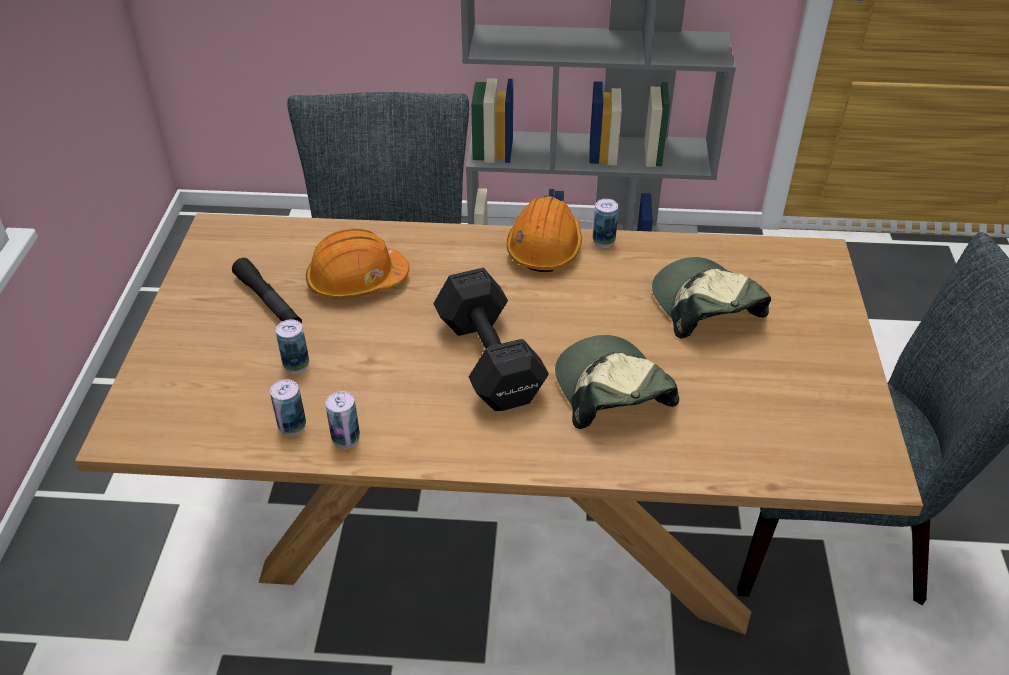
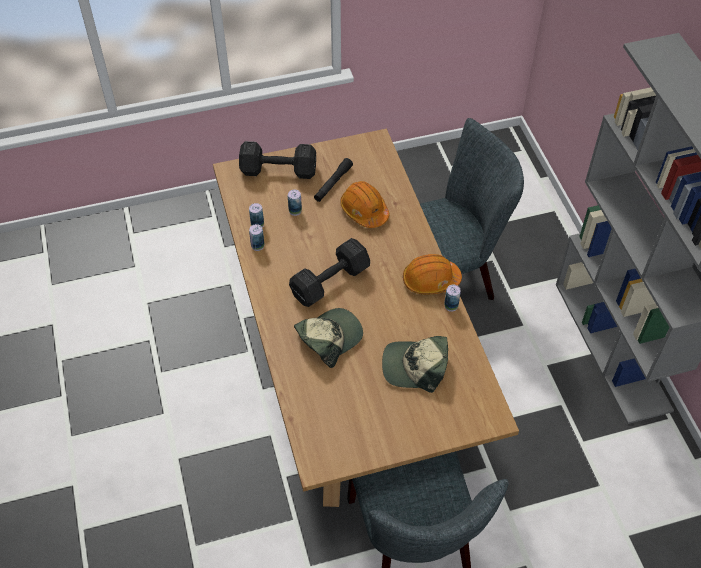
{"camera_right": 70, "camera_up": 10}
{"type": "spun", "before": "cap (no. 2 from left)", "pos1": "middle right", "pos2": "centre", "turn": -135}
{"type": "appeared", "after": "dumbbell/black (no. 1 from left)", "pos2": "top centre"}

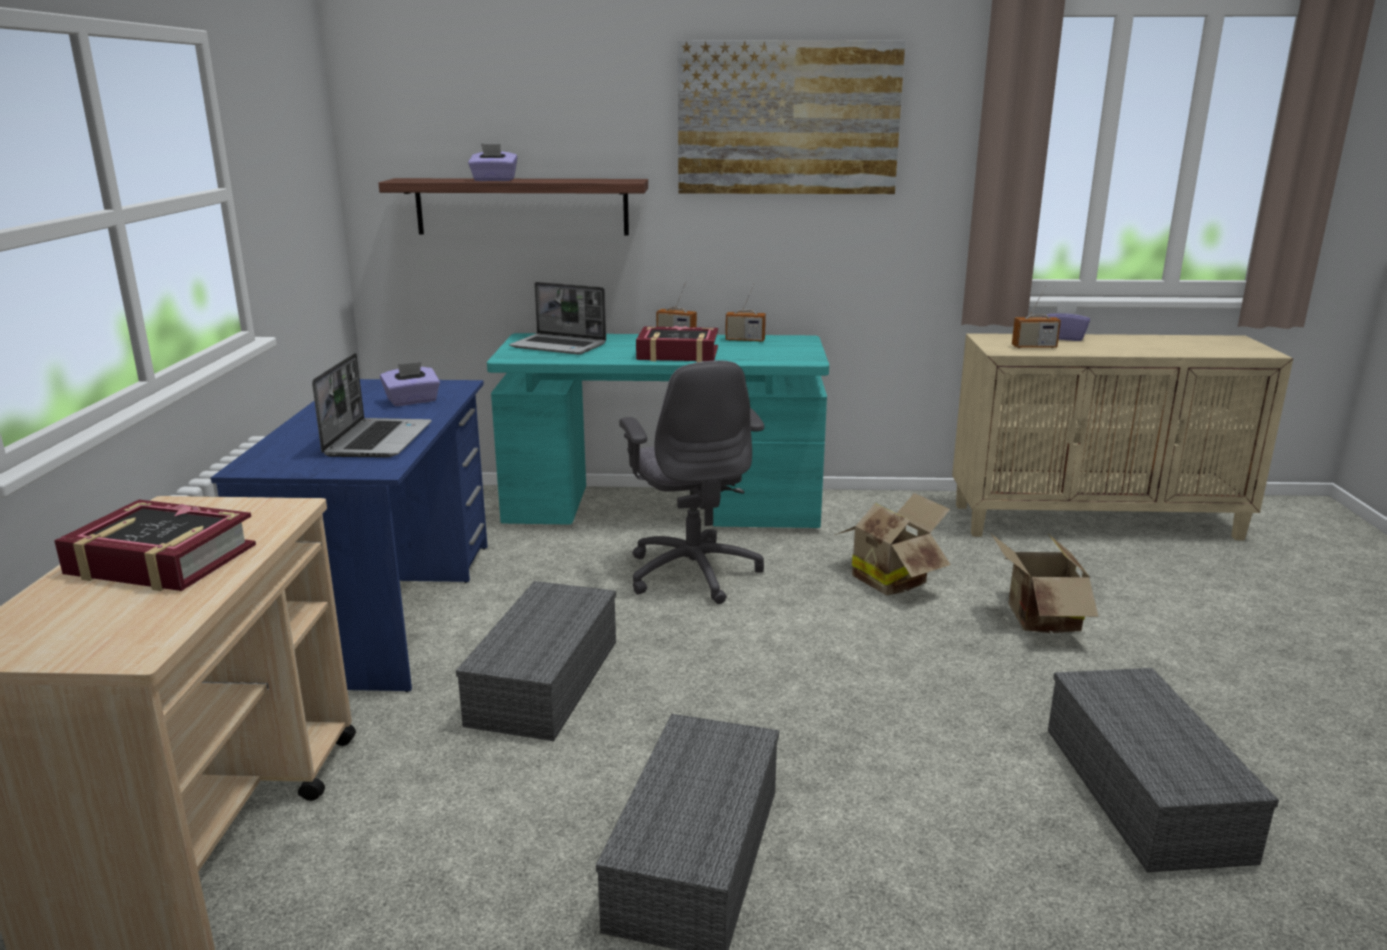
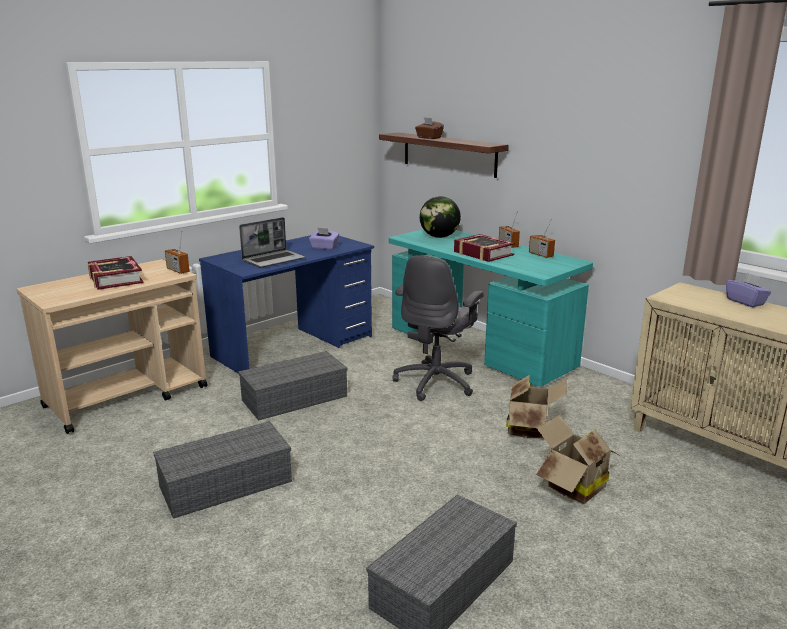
{"camera_right": 45, "camera_up": 0}
{"type": "missing", "before": "picture", "pos1": "top centre"}
{"type": "colour", "before": "tissue box/purple (no. 2 from left)", "after": "tissue box/brown", "pos1": "top centre", "pos2": "top centre"}
{"type": "exchanged", "before": "laptop (no. 2 from left)", "after": "globe", "pos1": "centre", "pos2": "centre"}
{"type": "relocated", "before": "radio (no. 3 from left in the first image)", "after": "radio (no. 1 from left)", "pos1": "top right", "pos2": "middle left"}

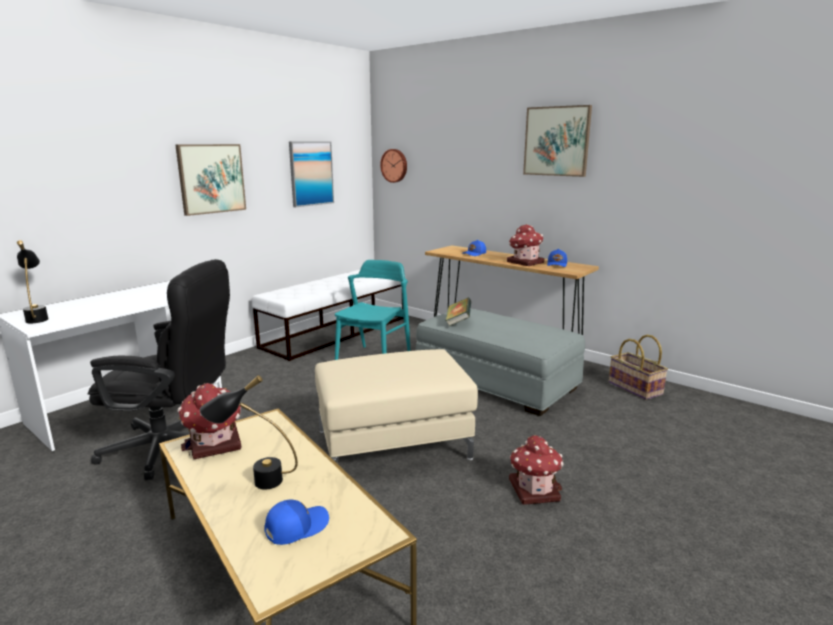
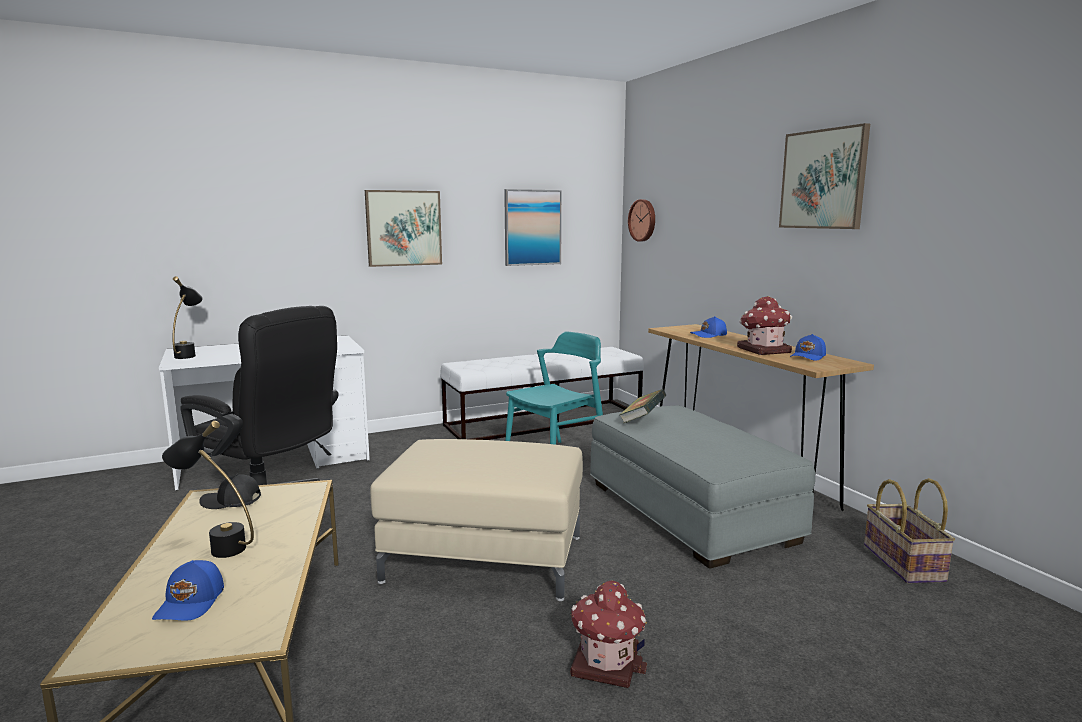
{"camera_right": 25, "camera_up": -5}
{"type": "exchanged", "before": "toy house (no. 1 from left)", "after": "cap/black", "pos1": "bottom left", "pos2": "bottom left"}
{"type": "spun", "before": "cap/blue (no. 1 from left)", "pos1": "bottom centre", "pos2": "bottom left", "turn": 105}

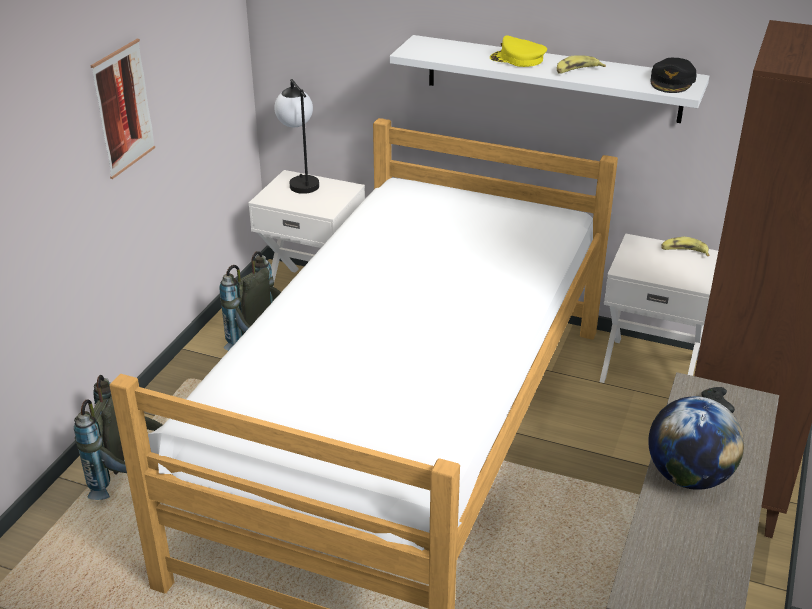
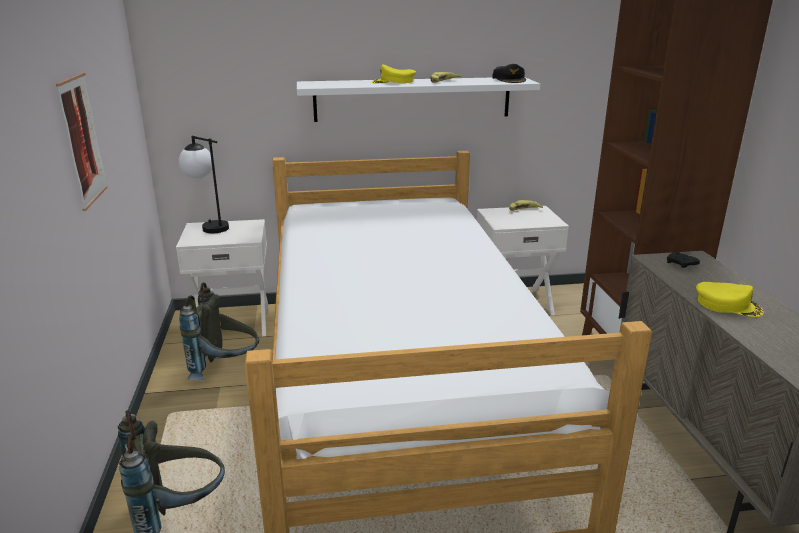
{"camera_right": -30, "camera_up": -10}
{"type": "exchanged", "before": "globe", "after": "cap/yellow (no. 2 from left)", "pos1": "bottom right", "pos2": "middle right"}

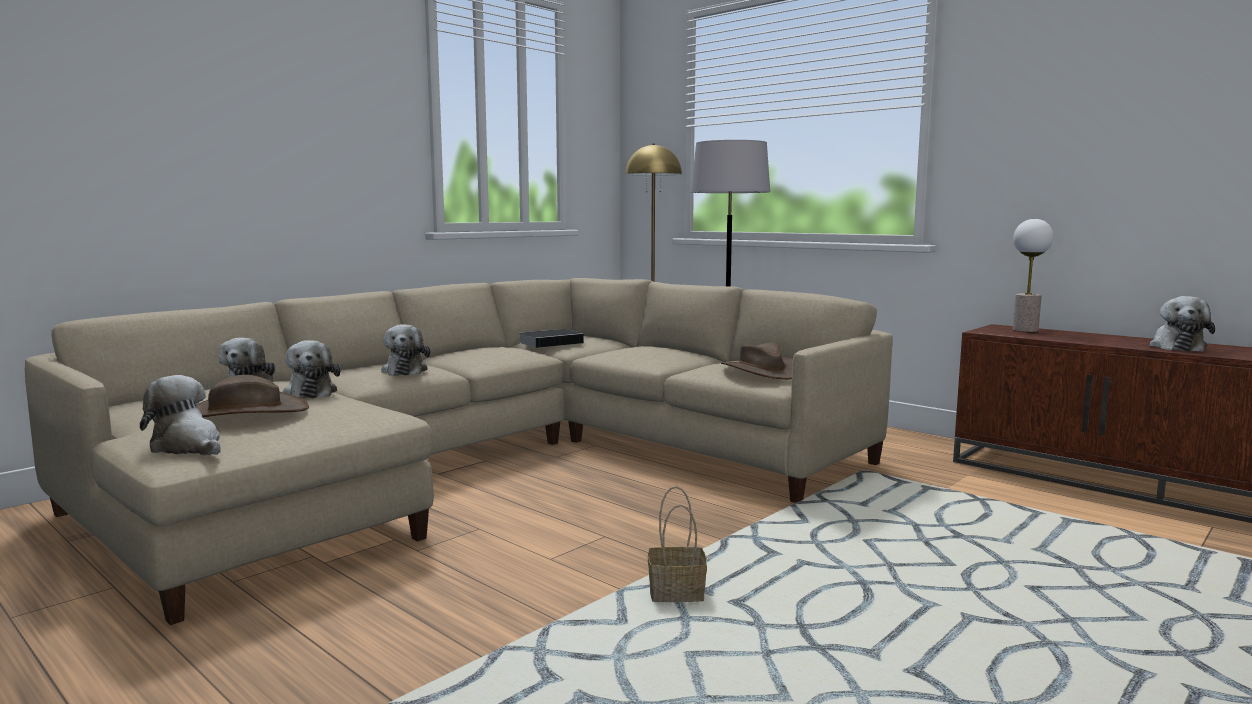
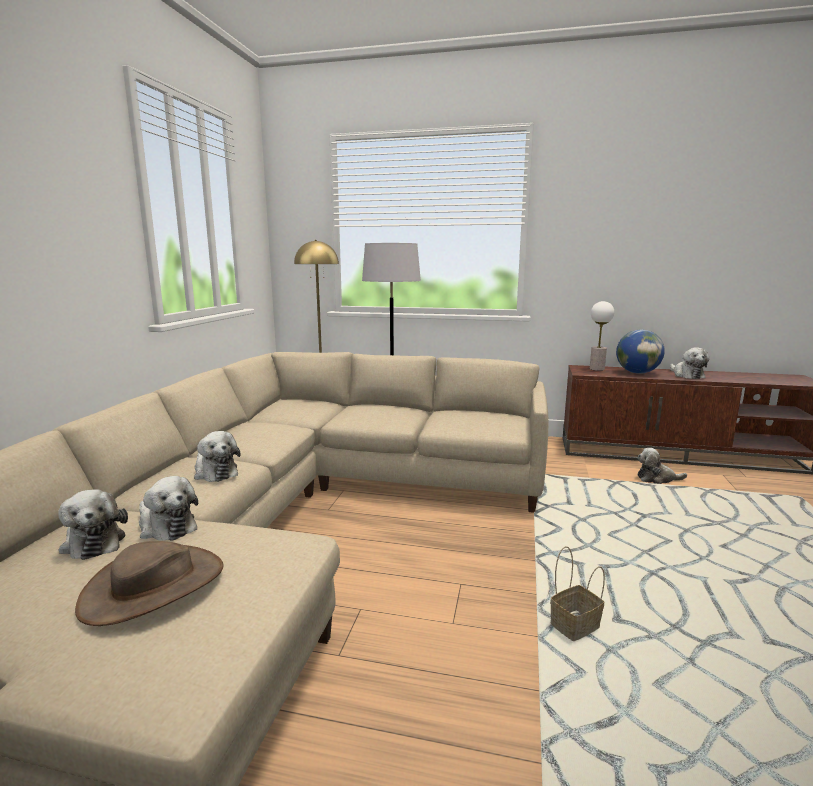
{"camera_right": -30, "camera_up": 5}
{"type": "missing", "before": "book", "pos1": "centre"}
{"type": "missing", "before": "hat/brown (no. 2 from left)", "pos1": "centre"}
{"type": "relocated", "before": "plush toy (no. 1 from left in the first image)", "after": "plush toy (no. 4 from left)", "pos1": "middle left", "pos2": "middle right"}
{"type": "appeared", "after": "globe", "pos2": "middle right"}

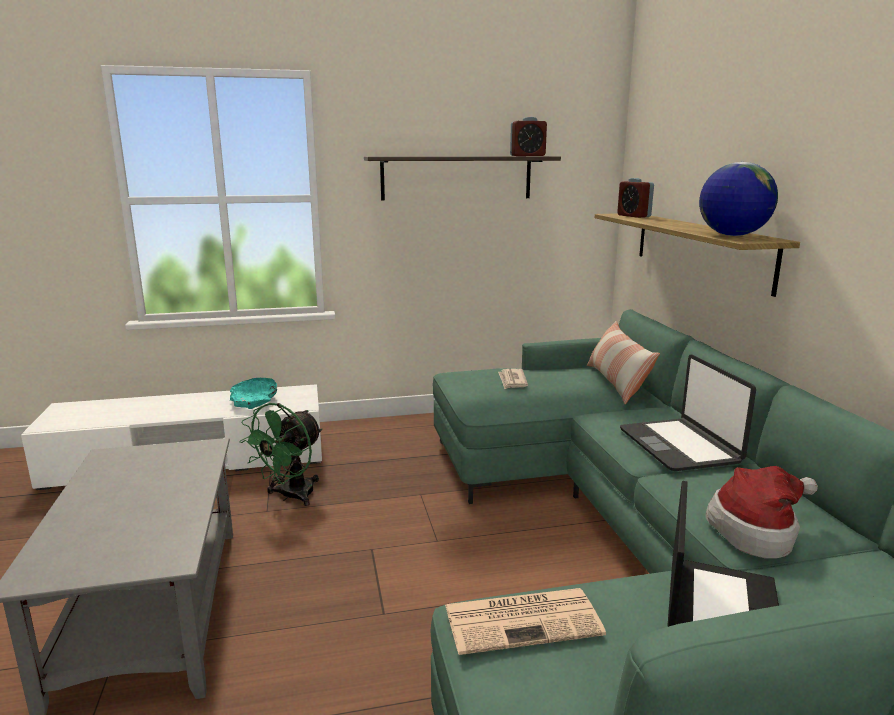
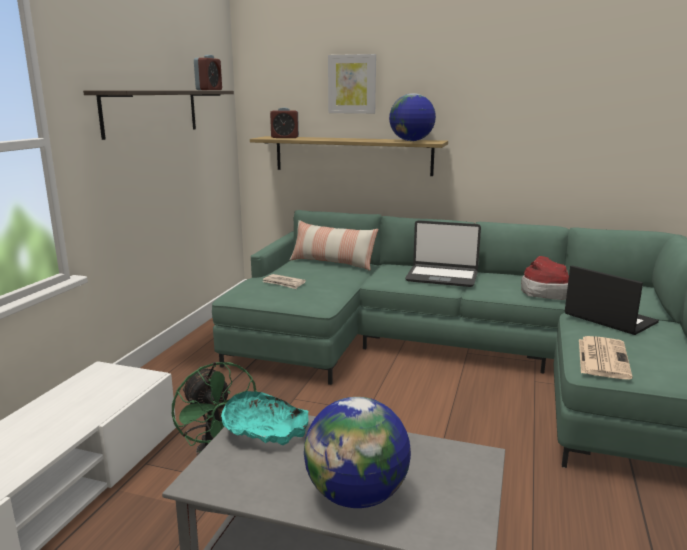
{"camera_right": -60, "camera_up": 0}
{"type": "relocated", "before": "bowl/turquoise", "pos1": "middle left", "pos2": "bottom centre"}
{"type": "appeared", "after": "picture", "pos2": "top centre"}
{"type": "appeared", "after": "globe (no. 1 from left)", "pos2": "bottom centre"}

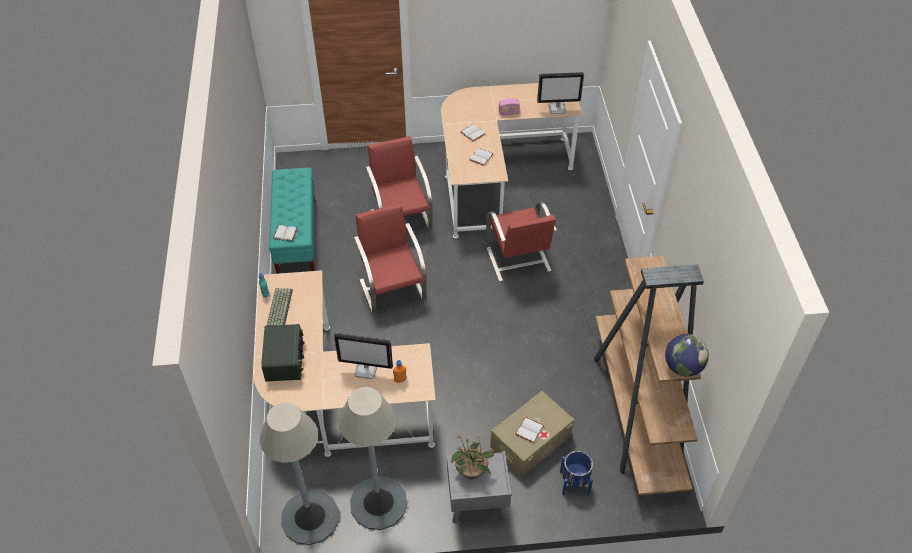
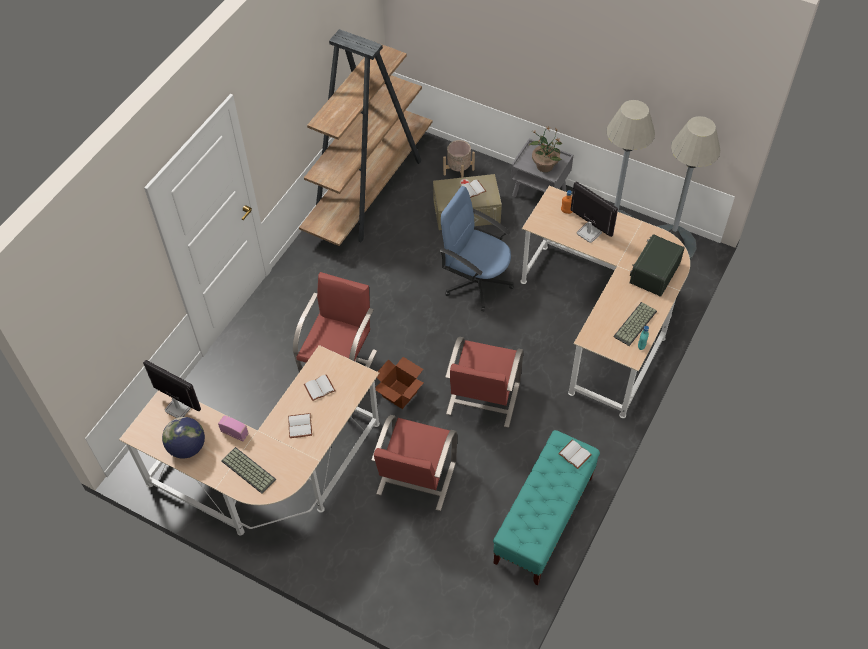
{"camera_right": -145, "camera_up": 5}
{"type": "relocated", "before": "globe", "pos1": "middle right", "pos2": "bottom left"}
{"type": "colour", "before": "planter/blue", "after": "planter/beige", "pos1": "bottom centre", "pos2": "top centre"}
{"type": "appeared", "after": "office chair/blue", "pos2": "centre"}
{"type": "appeared", "after": "cardboard box", "pos2": "centre"}
{"type": "appeared", "after": "keyboard (no. 1 from left)", "pos2": "bottom left"}

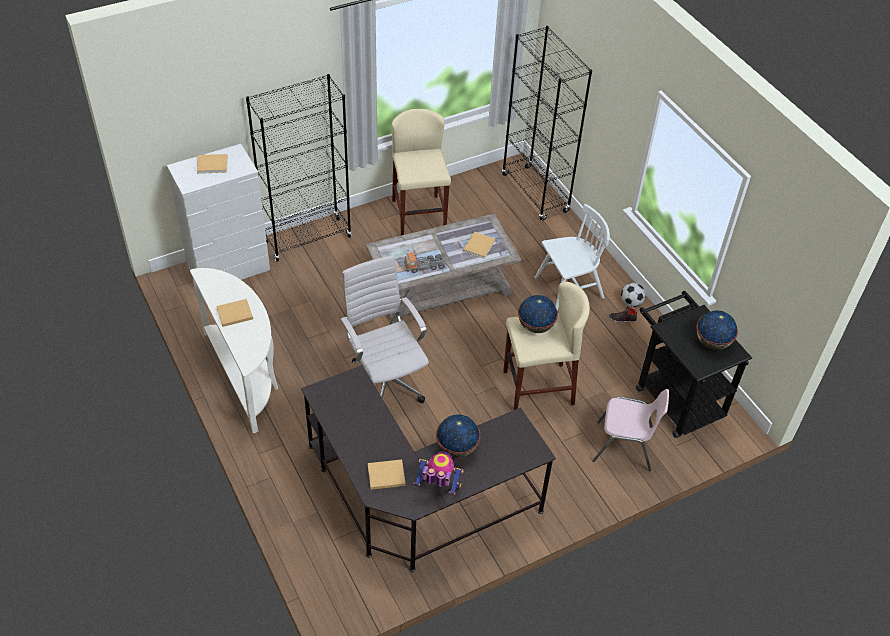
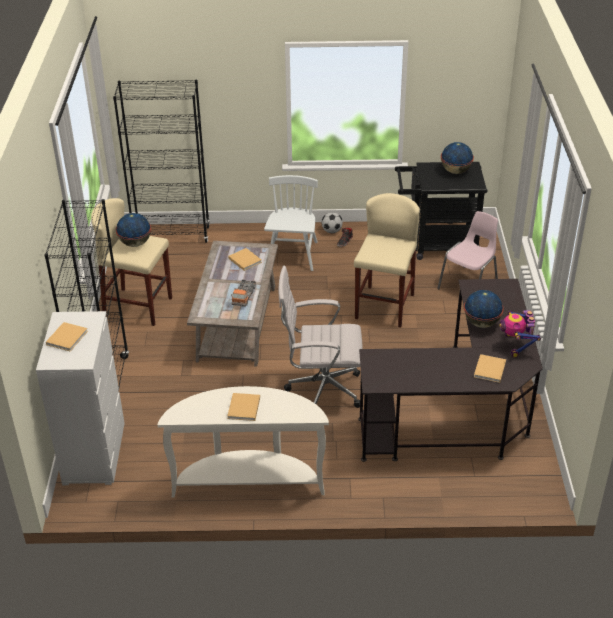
{"camera_right": -60, "camera_up": -10}
{"type": "relocated", "before": "globe (no. 2 from left in the first image)", "after": "globe (no. 1 from left)", "pos1": "centre", "pos2": "middle left"}
{"type": "spun", "before": "toy robot", "pos1": "bottom centre", "pos2": "middle right", "turn": -45}

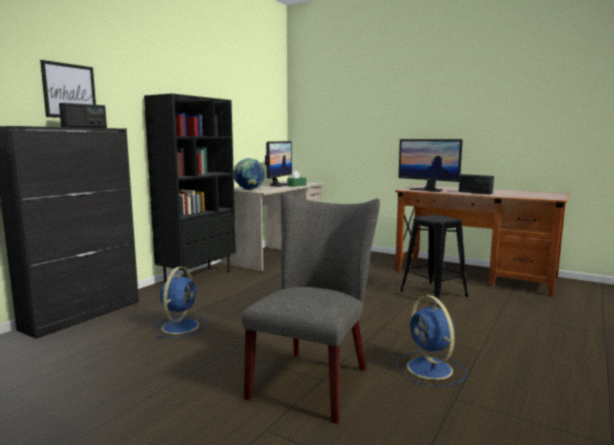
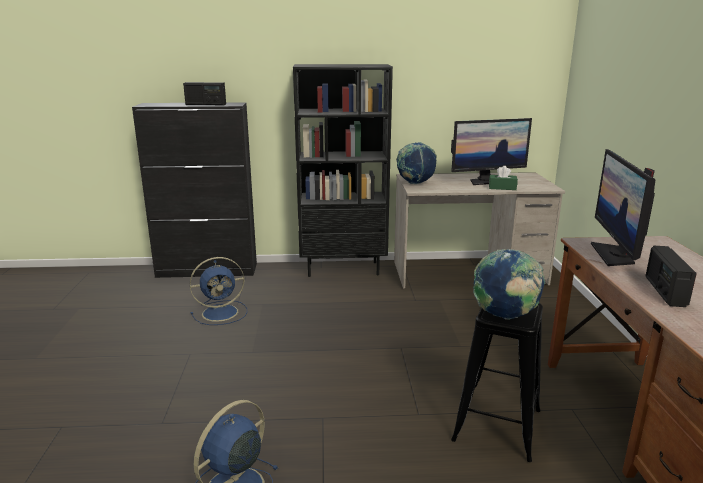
{"camera_right": 55, "camera_up": 10}
{"type": "missing", "before": "picture", "pos1": "top left"}
{"type": "missing", "before": "chair/grey", "pos1": "bottom centre"}
{"type": "appeared", "after": "globe (no. 2 from left)", "pos2": "middle right"}

